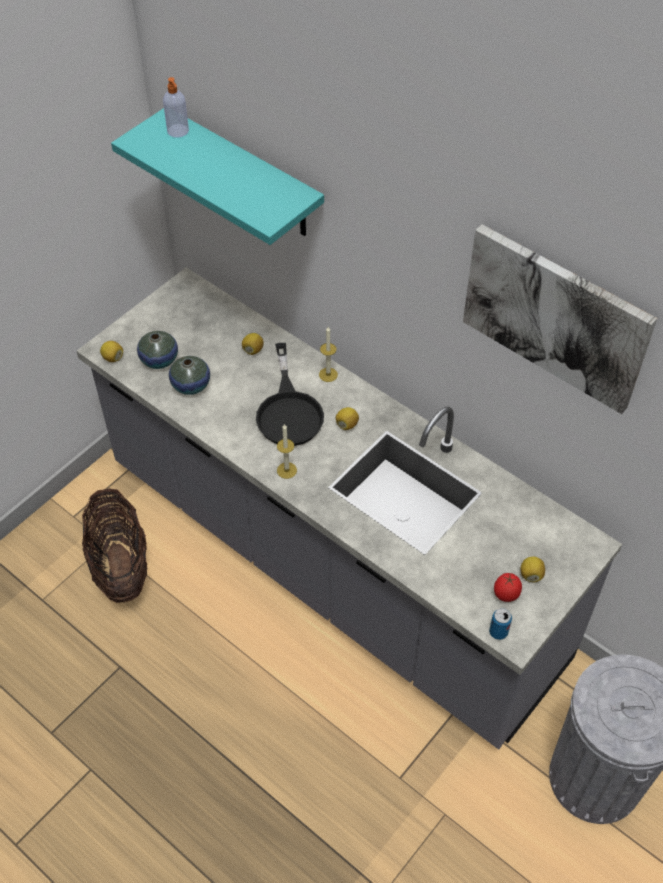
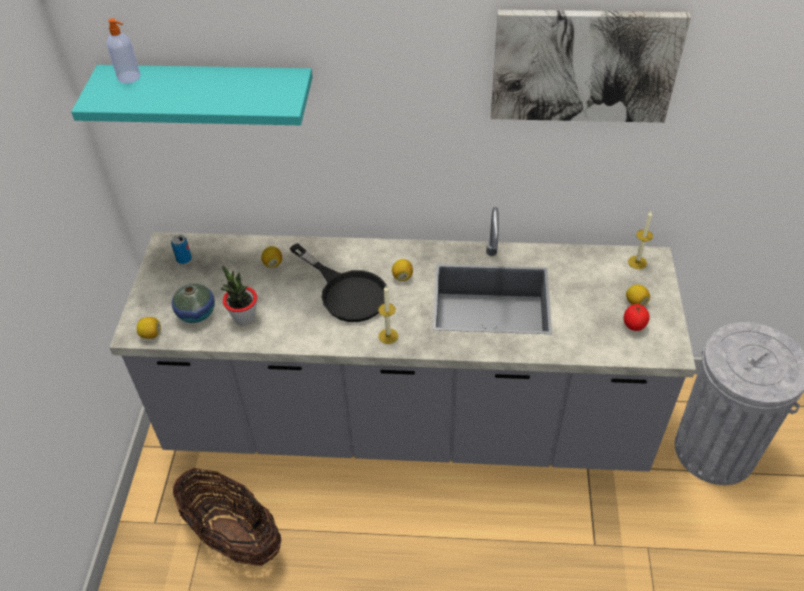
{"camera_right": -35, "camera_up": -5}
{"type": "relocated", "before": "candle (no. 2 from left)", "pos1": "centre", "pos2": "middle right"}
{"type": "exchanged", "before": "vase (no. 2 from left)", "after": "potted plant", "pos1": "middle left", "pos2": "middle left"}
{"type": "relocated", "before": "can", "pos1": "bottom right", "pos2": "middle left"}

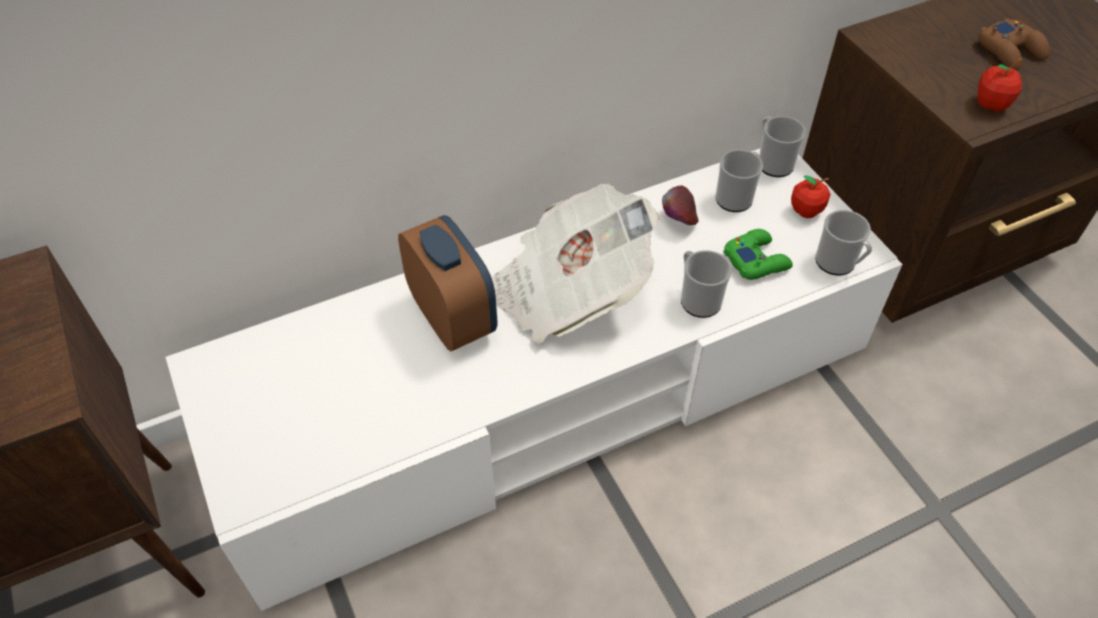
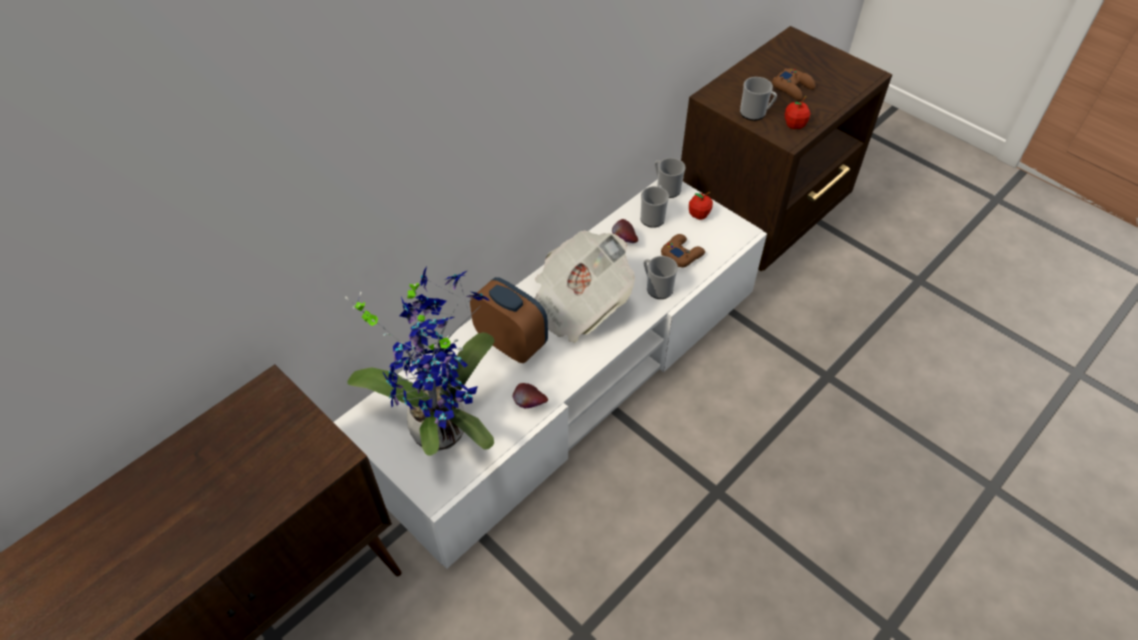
{"camera_right": -20, "camera_up": 0}
{"type": "relocated", "before": "mug (no. 4 from left)", "pos1": "middle right", "pos2": "top centre"}
{"type": "colour", "before": "game controller/green", "after": "game controller/brown (no. 1 from left)", "pos1": "middle right", "pos2": "centre"}
{"type": "appeared", "after": "potted plant", "pos2": "centre"}
{"type": "appeared", "after": "apple (no. 1 from left)", "pos2": "centre"}

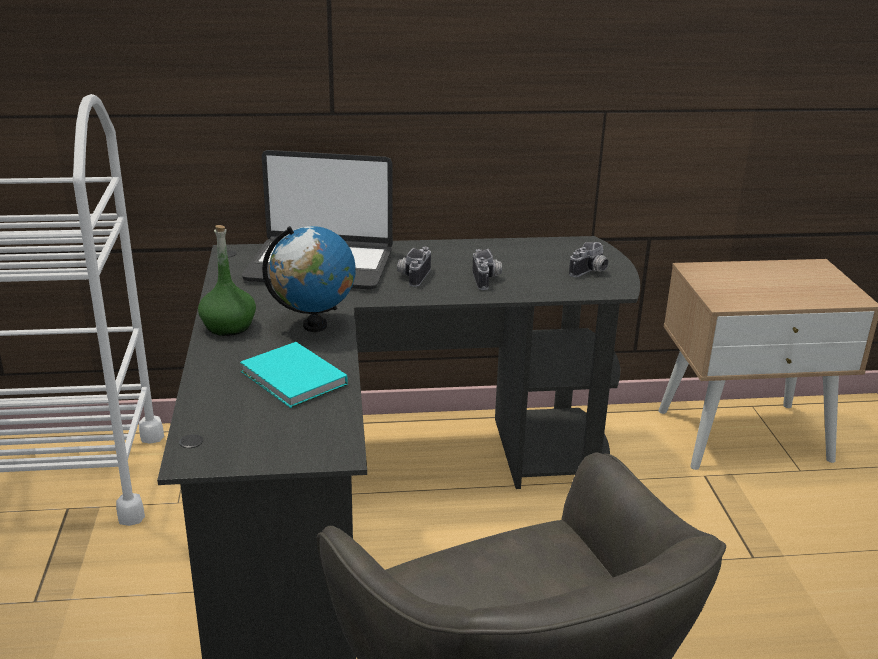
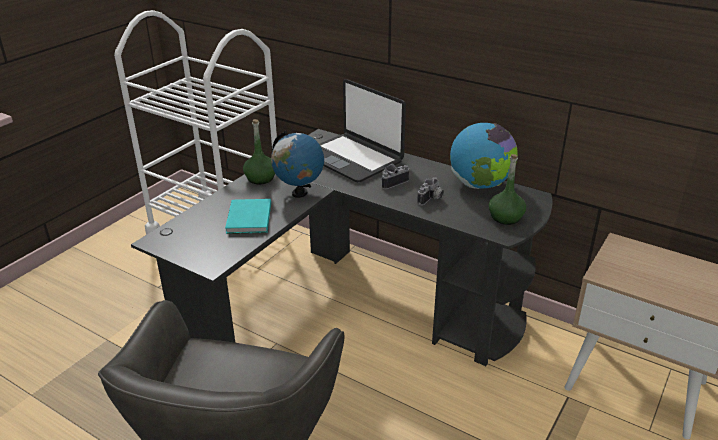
{"camera_right": 40, "camera_up": 5}
{"type": "exchanged", "before": "photo camera (no. 3 from left)", "after": "bottle/green (no. 2 from left)", "pos1": "middle right", "pos2": "middle right"}
{"type": "appeared", "after": "globe (no. 2 from left)", "pos2": "middle right"}

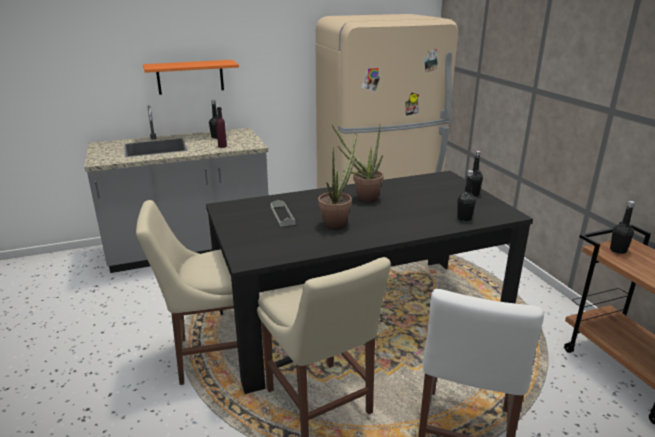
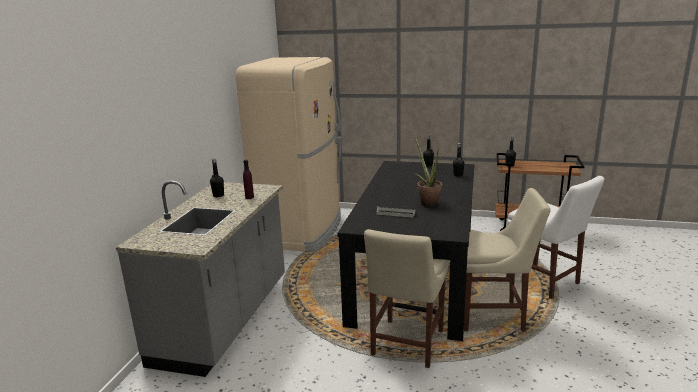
{"camera_right": -55, "camera_up": -5}
{"type": "missing", "before": "shelf/orange", "pos1": "top left"}
{"type": "missing", "before": "potted plant (no. 2 from left)", "pos1": "centre"}

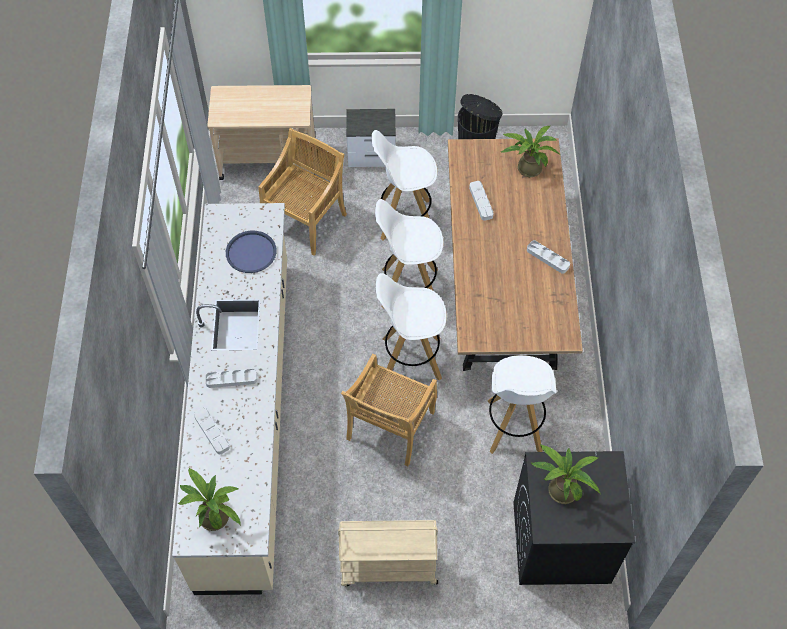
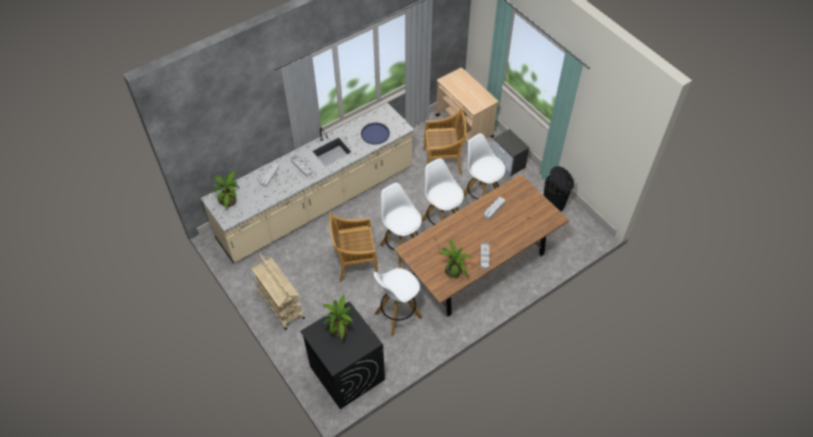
{"camera_right": 55, "camera_up": -5}
{"type": "relocated", "before": "potted plant (no. 2 from left in the first image)", "after": "potted plant (no. 3 from left)", "pos1": "top right", "pos2": "centre"}

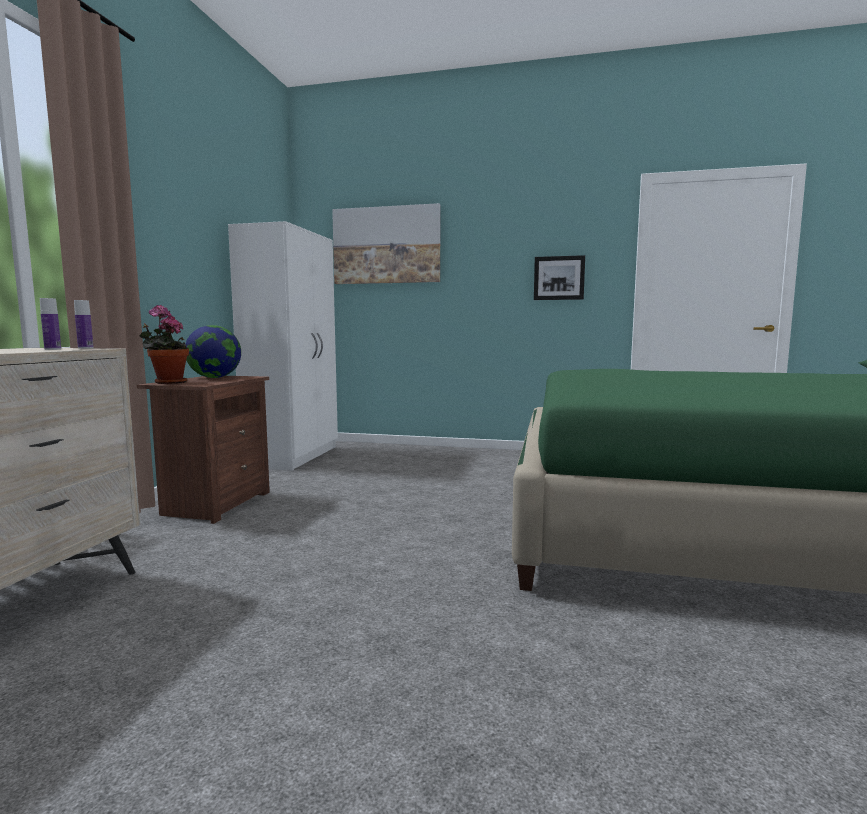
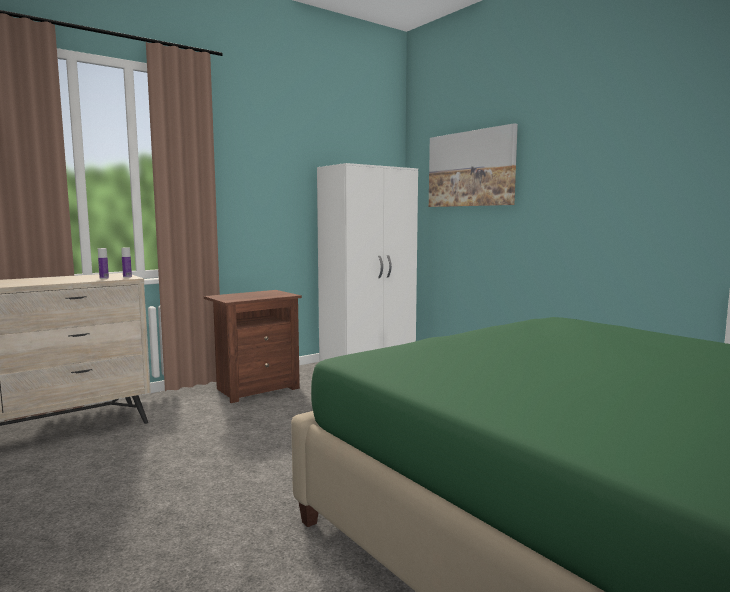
{"camera_right": 40, "camera_up": 0}
{"type": "missing", "before": "picture (no. 2 from left)", "pos1": "centre"}
{"type": "missing", "before": "potted plant", "pos1": "middle left"}
{"type": "missing", "before": "globe", "pos1": "middle left"}

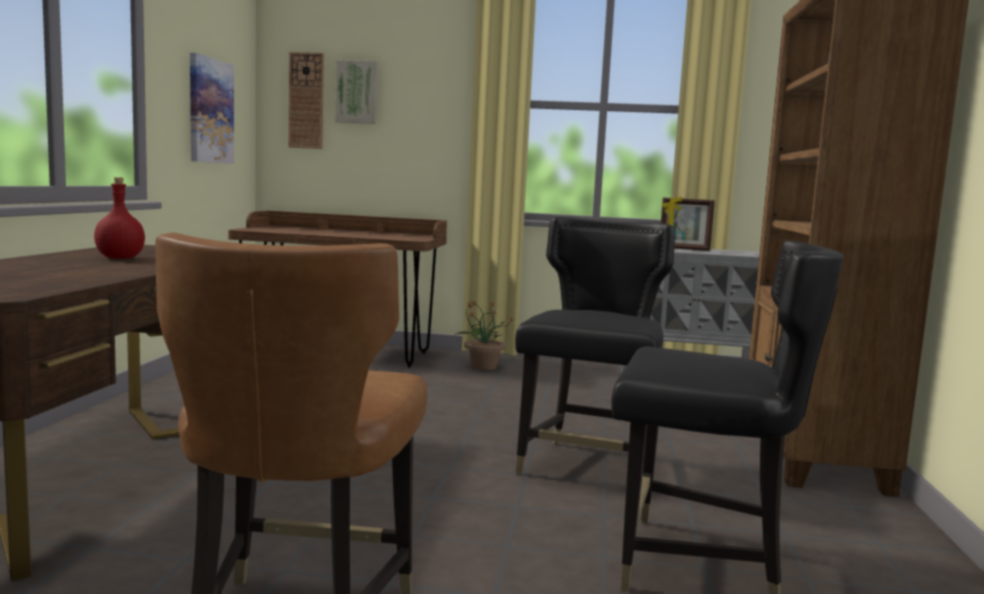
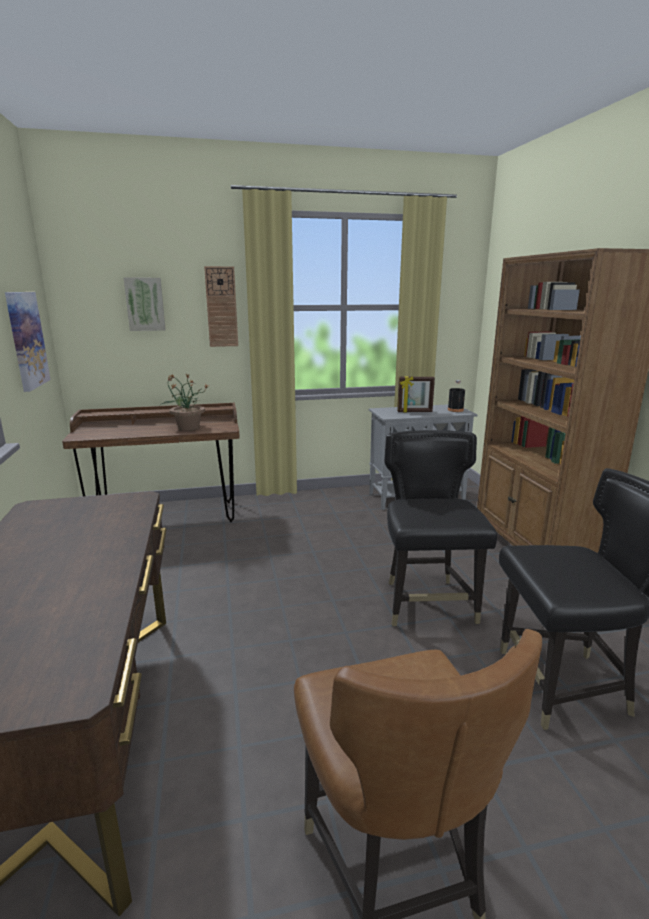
{"camera_right": -20, "camera_up": 10}
{"type": "relocated", "before": "wall clock", "pos1": "top left", "pos2": "top centre"}
{"type": "missing", "before": "bottle/red", "pos1": "middle left"}
{"type": "relocated", "before": "potted plant", "pos1": "centre", "pos2": "middle left"}
{"type": "appeared", "after": "bottle/black", "pos2": "middle right"}

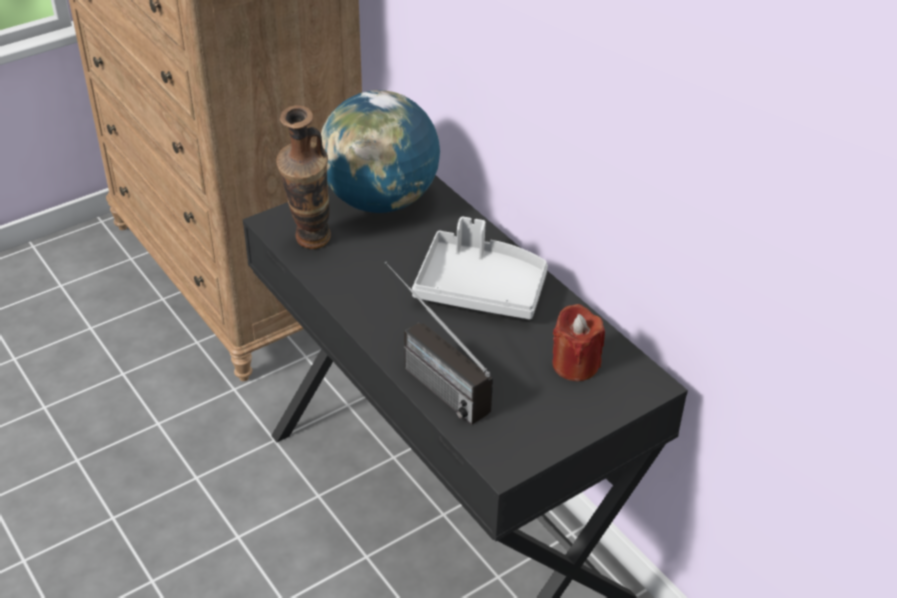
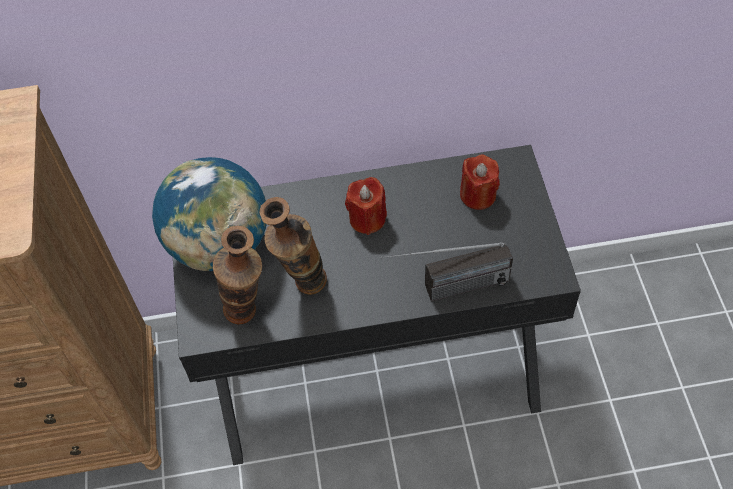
{"camera_right": -60, "camera_up": 15}
{"type": "exchanged", "before": "tray/grey", "after": "candle/red (no. 1 from left)", "pos1": "centre", "pos2": "centre"}
{"type": "appeared", "after": "vase (no. 2 from left)", "pos2": "centre"}

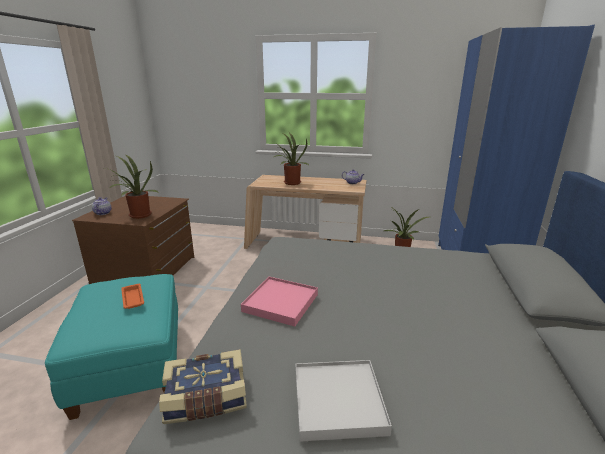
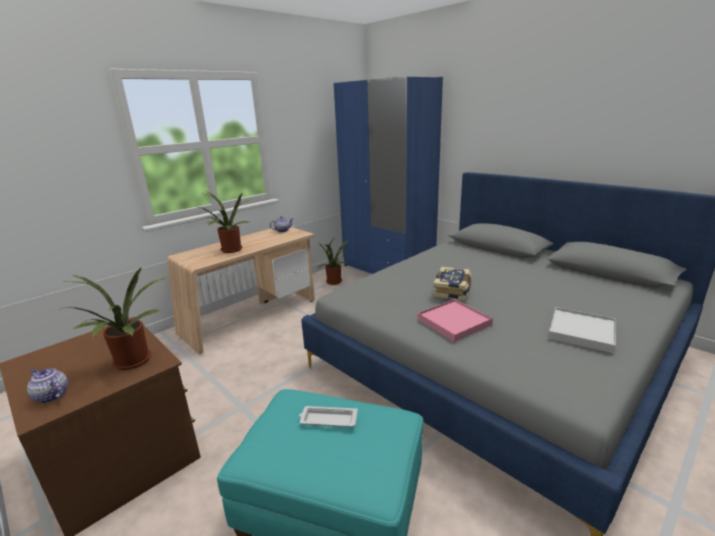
{"camera_right": -55, "camera_up": 0}
{"type": "colour", "before": "tray/orange", "after": "tray/white (no. 1 from left)", "pos1": "middle left", "pos2": "bottom centre"}
{"type": "relocated", "before": "book", "pos1": "bottom centre", "pos2": "centre"}

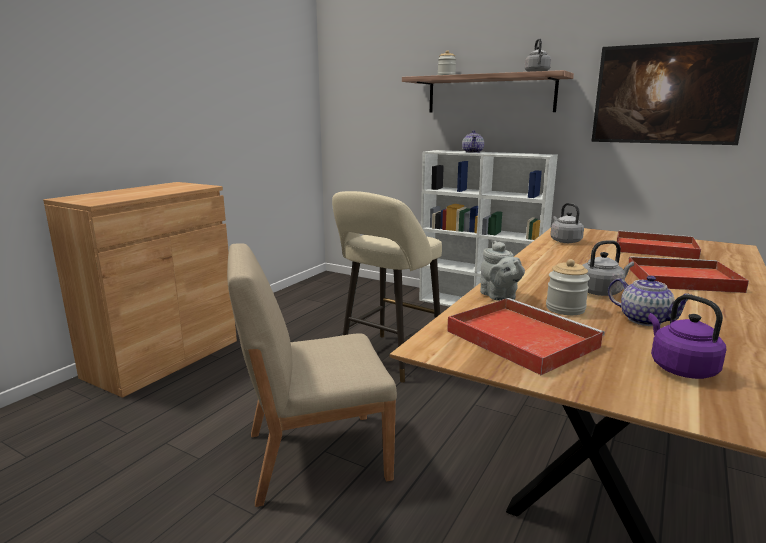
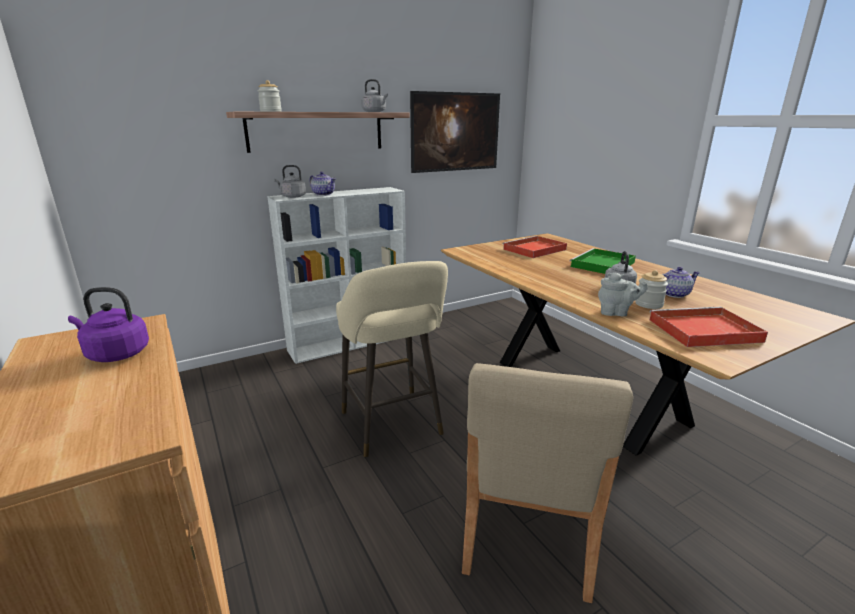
{"camera_right": -60, "camera_up": 5}
{"type": "relocated", "before": "kettle/grey (no. 2 from left in the first image)", "after": "kettle/grey (no. 1 from left)", "pos1": "middle right", "pos2": "top centre"}
{"type": "colour", "before": "tray/red (no. 3 from left)", "after": "tray/green", "pos1": "middle right", "pos2": "middle right"}
{"type": "relocated", "before": "kettle/purple", "pos1": "middle right", "pos2": "middle left"}

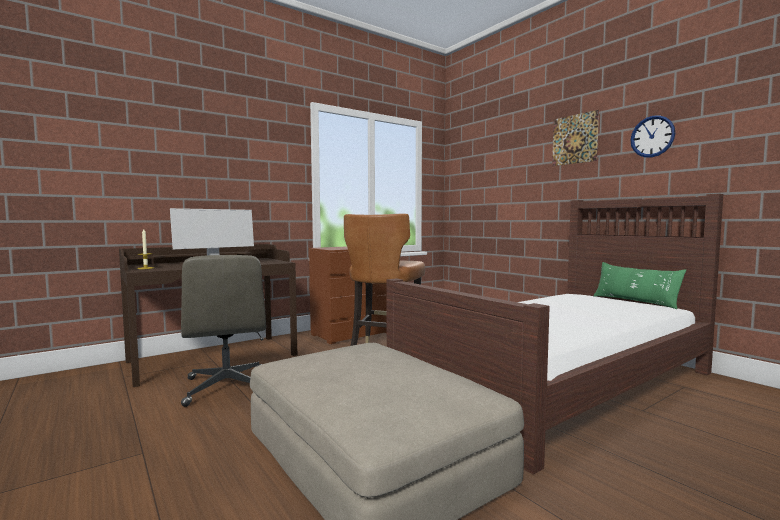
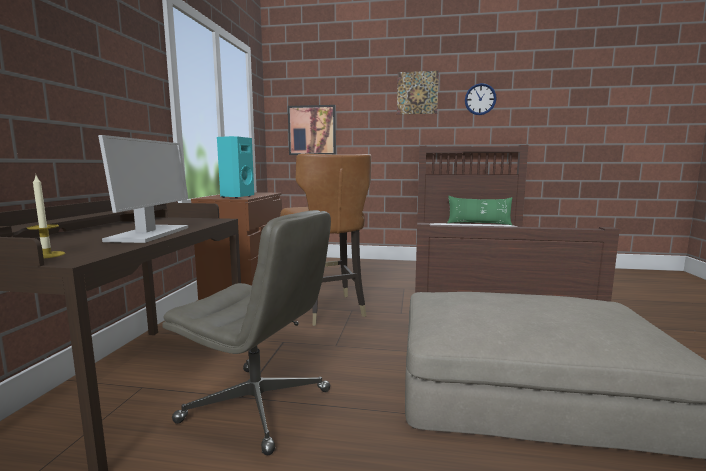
{"camera_right": -45, "camera_up": 5}
{"type": "appeared", "after": "picture (no. 1 from left)", "pos2": "top centre"}
{"type": "appeared", "after": "speaker/turquoise", "pos2": "middle left"}

